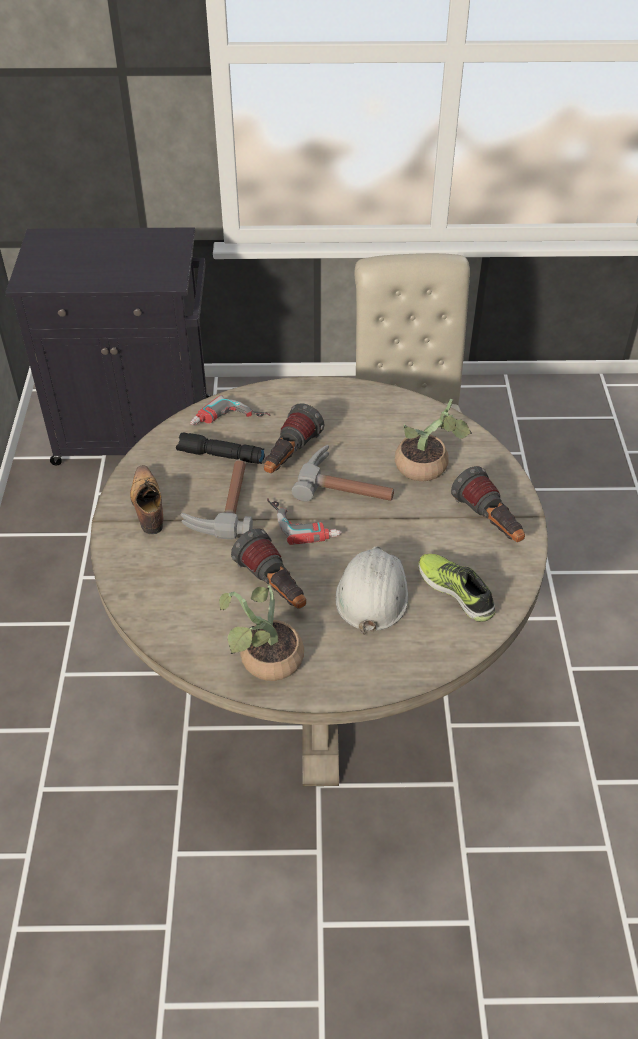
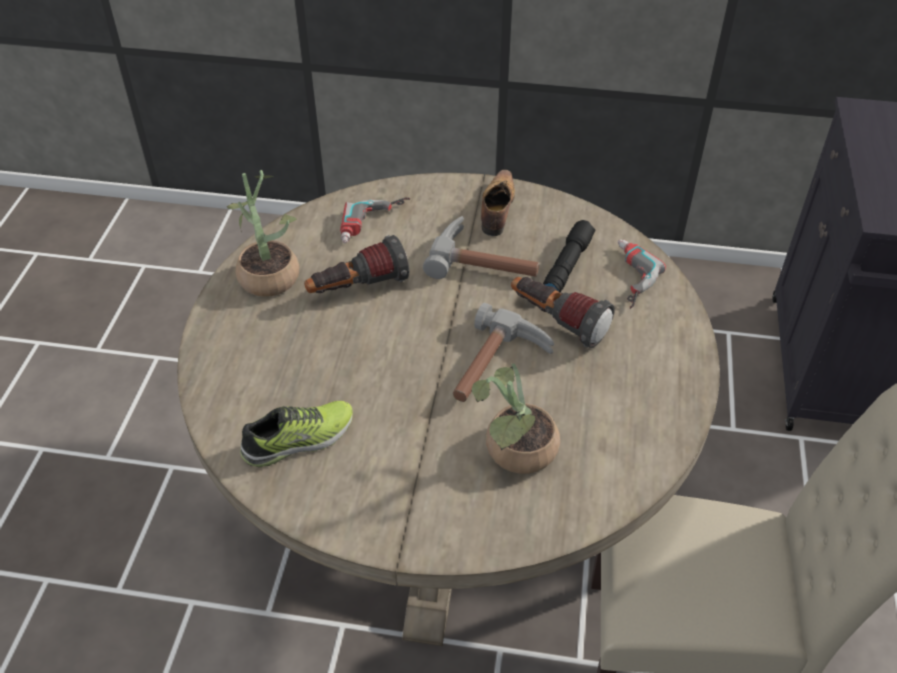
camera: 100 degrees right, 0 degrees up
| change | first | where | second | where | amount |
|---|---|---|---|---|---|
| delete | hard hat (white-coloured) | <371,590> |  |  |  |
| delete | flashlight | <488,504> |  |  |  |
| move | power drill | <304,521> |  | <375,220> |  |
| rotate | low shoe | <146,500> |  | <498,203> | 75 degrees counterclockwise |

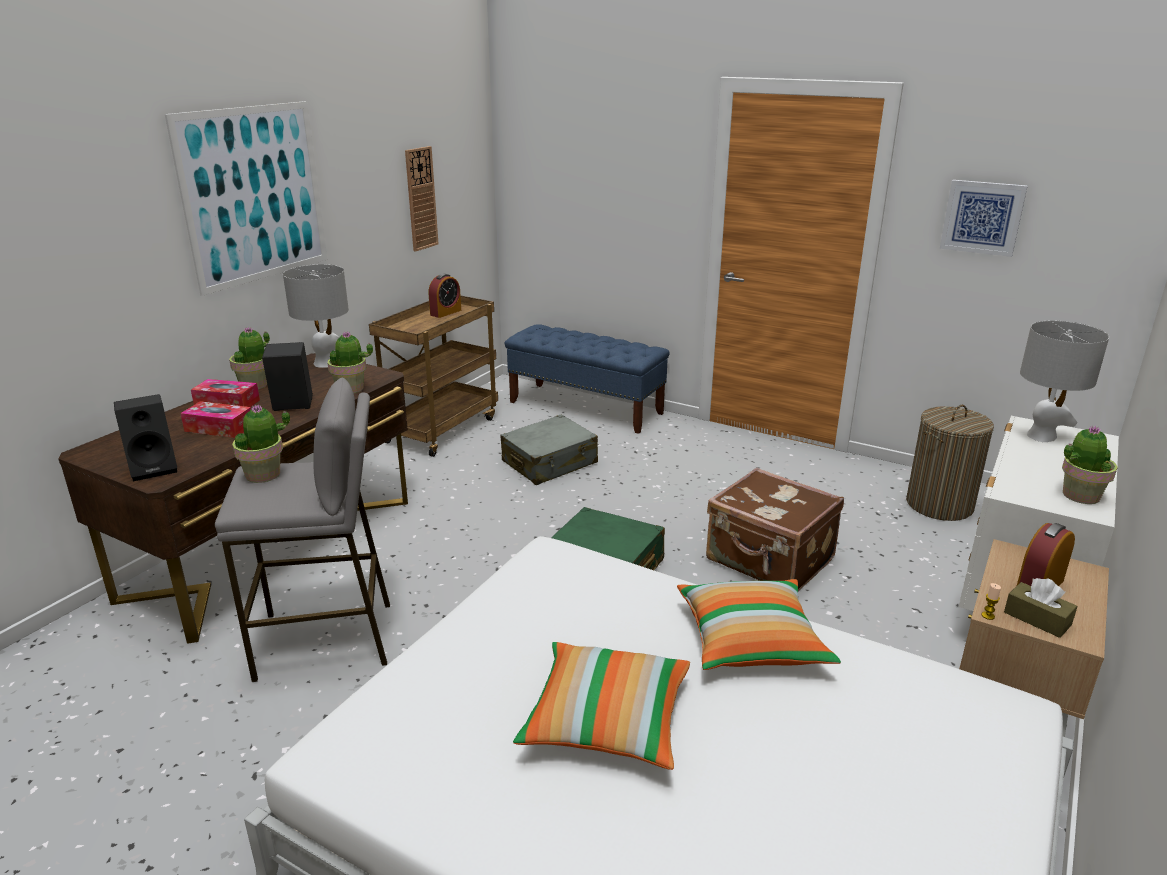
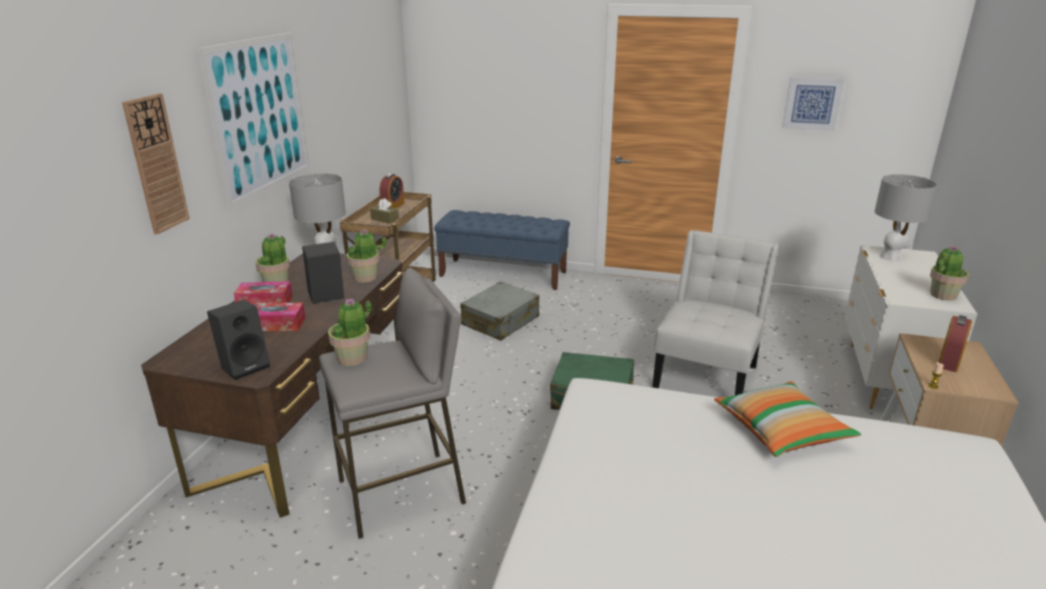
camera: 15 degrees left, 0 degrees up
| change | first | where | second | where | amount |
|---|---|---|---|---|---|
| delete | cushion | <601,706> |  |  |  |
| delete | laundry basket | <950,463> |  |  |  |
| move | hanging clock | <422,199> |  | <156,163> |  |
| move | box of tissues (brown-coloured) | <1041,608> |  | <384,211> |  |
| replace | travel case (brown-coloured) | <775,530> | chair (white-coloured) | <715,312> |  |

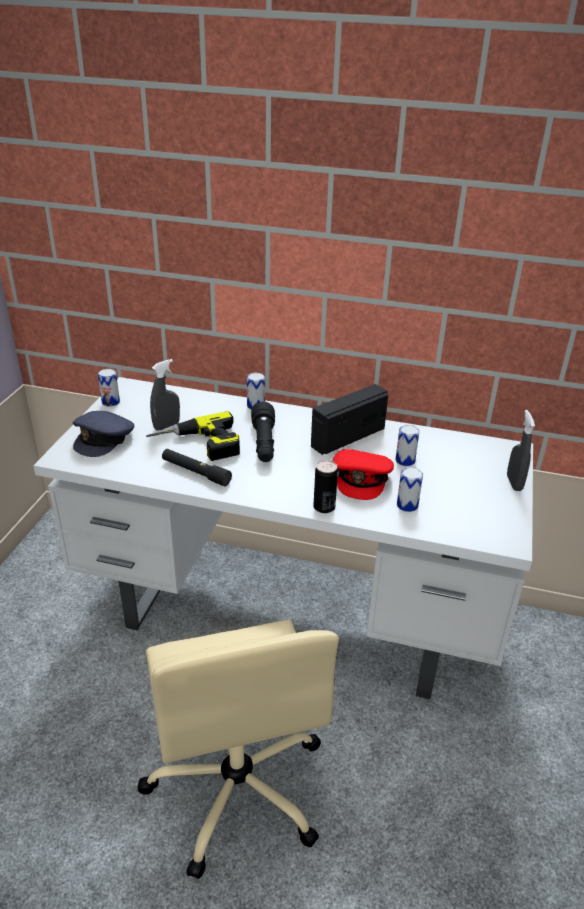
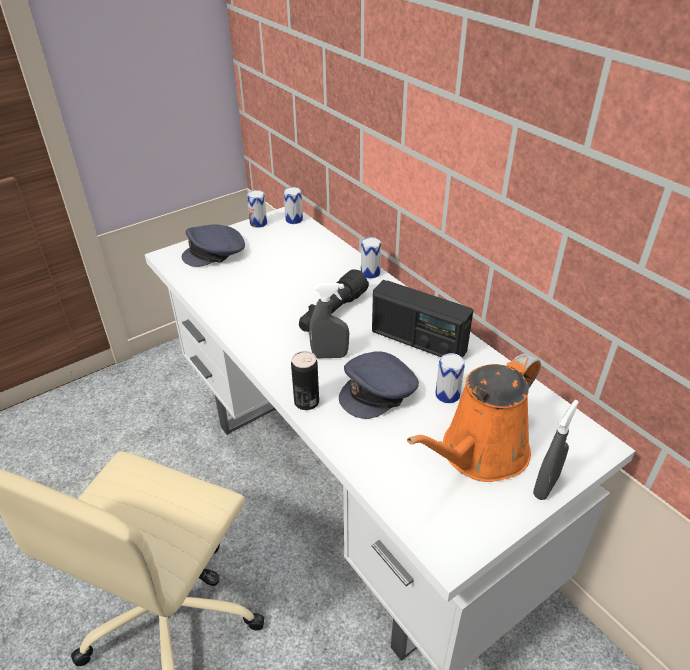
camera: 40 degrees right, 5 degrees up
| change | first | where | second | where | amount |
|---|---|---|---|---|---|
| delete | power drill | <193,436> |  |  |  |
| delete | flashlight (black-coloured) | <197,467> |  |  |  |
| insert |  |  | watering pot (orange-coloured) | <474,417> |  |
| move | spray bottle (greyish) | <165,395> |  | <329,320> |  |
| move | metal can | <410,489> |  | <293,205> |  |
| recolor | peaked cap (red-coloured) | <363,474> | peaked cap (greyish) | <379,385> |  |
| rotate | radio | <349,419> |  | <422,319> | 150 degrees counterclockwise |

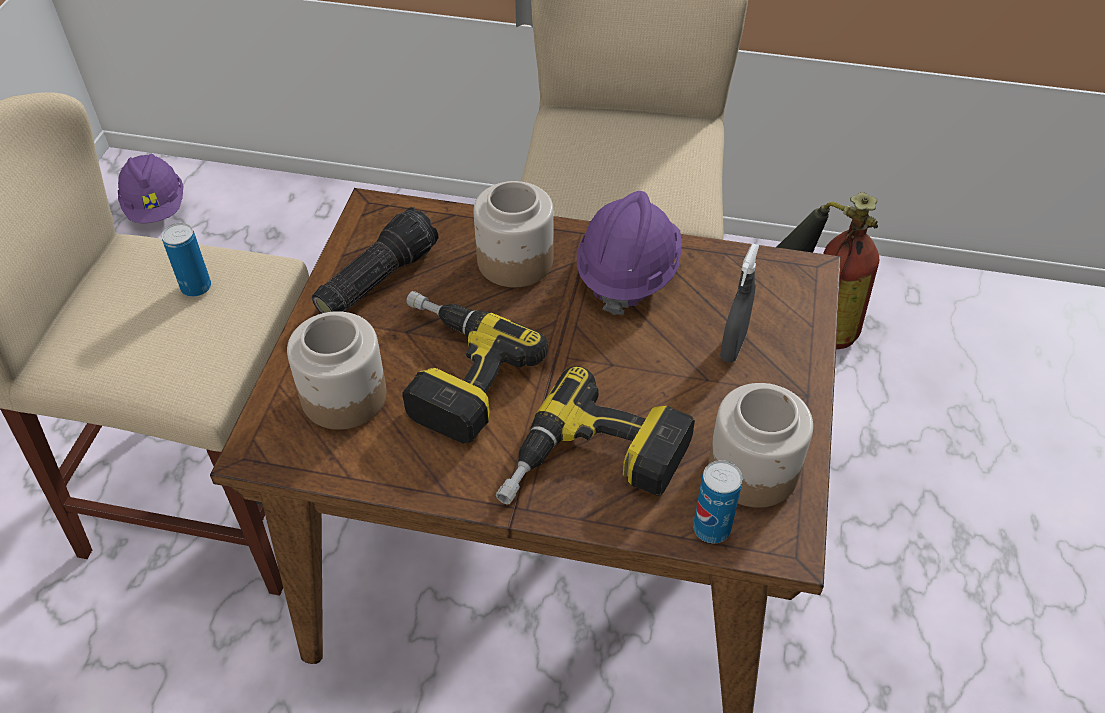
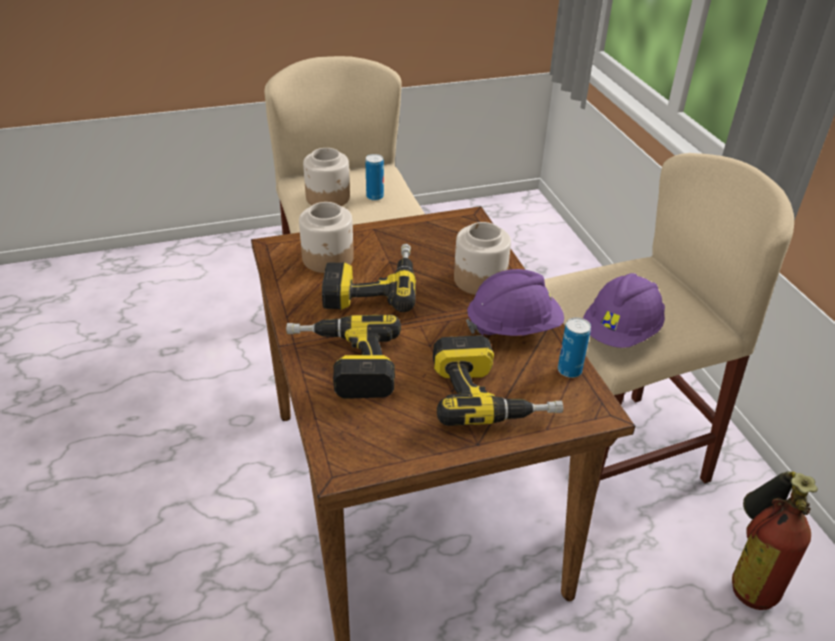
camera: 60 degrees right, 10 degrees down
| change | first | where | second | where | amount |
|---|---|---|---|---|---|
| delete | flashlight | <375,260> |  |  |  |
| move | hard hat (purple) | <150,188> |  | <624,310> |  |
| move | metal can | <717,501> |  | <574,347> |  |
| move | jar | <760,445> |  | <326,177> |  |
| replace | spray bottle (greyish) | <739,303> | power drill | <498,380> |  |

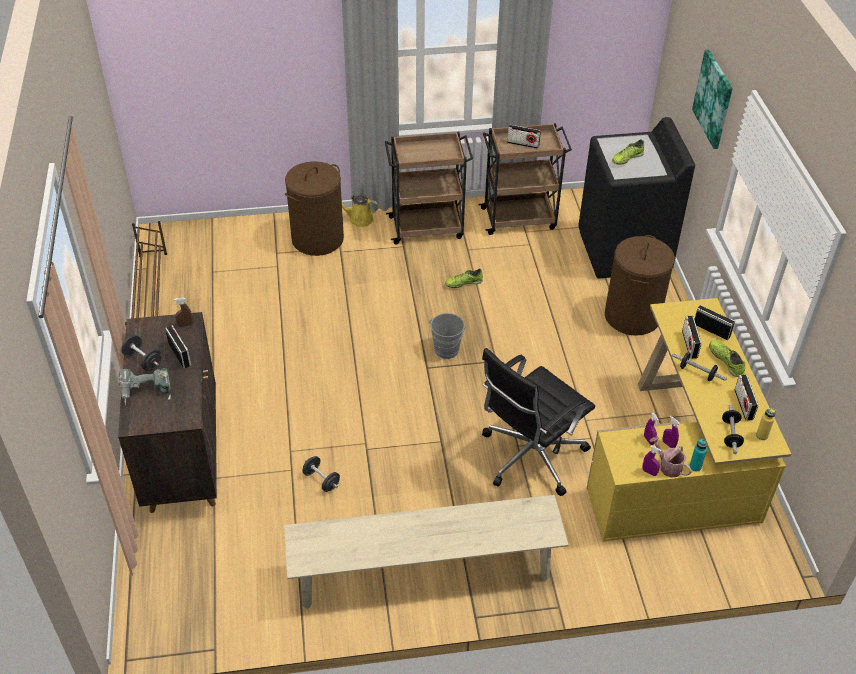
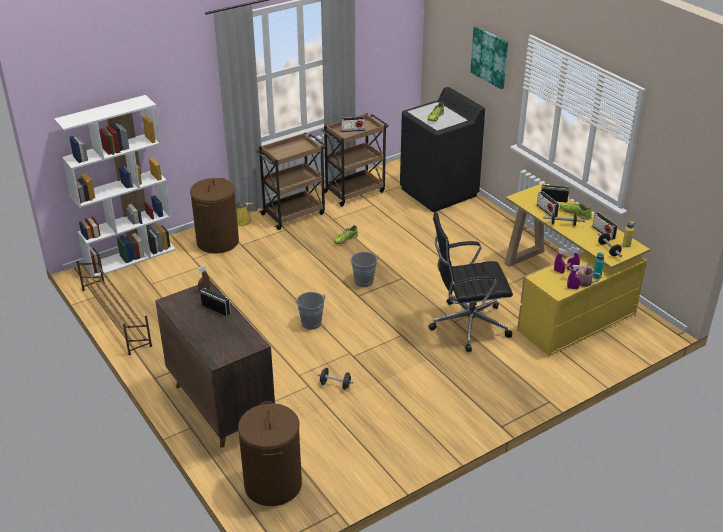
camera: 25 degrees left, 10 degrees down
| change | first | where | second | where | amount |
|---|---|---|---|---|---|
| delete | power drill | <145,386> |  |  |  |
| delete | dumbbell (black-coloured) | <141,353> |  |  |  |
| delete | indoor bench (beige) | <426,552> |  |  |  |
| insert |  |  | bookcase (white-coloured) | <115,186> |  |
| insert |  |  | bucket (greyish) | <310,311> |  |
| move | laundry basket (brown-coloured) | <640,285> |  | <270,453> |  |
| rotate | office chair (black-coloured) | <538,422> |  | <470,281> | 60 degrees clockwise |

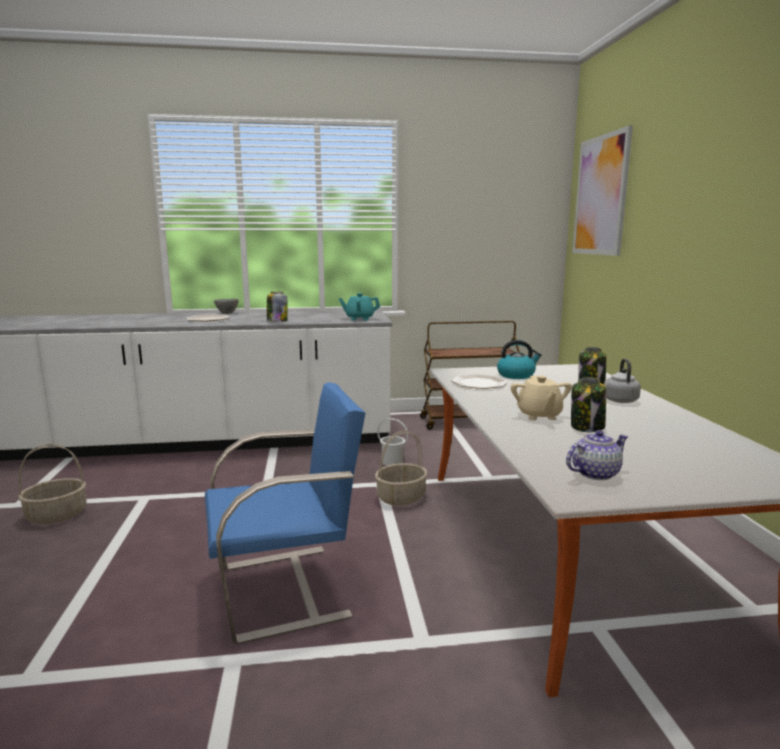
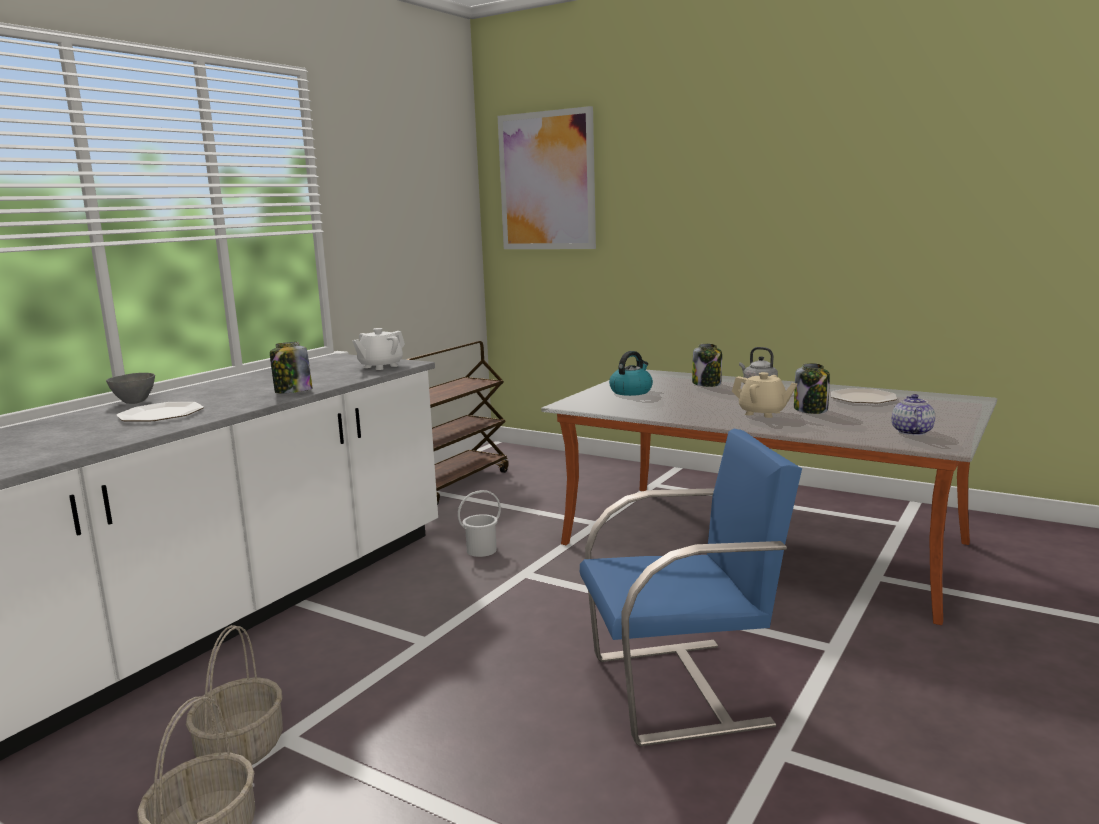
camera: 50 degrees left, 0 degrees up
| change | first | where | second | where | amount |
|---|---|---|---|---|---|
| move | basket | <401,468> |  | <234,695> |  |
| move | plate | <479,381> |  | <864,395> |  |
| recolor | pot for tea (turquoise-coloured) | <359,307> | pot for tea (white-coloured) | <378,349> |  |
| rotate | chair (bluish) | <285,513> |  | <691,587> | 60 degrees clockwise |

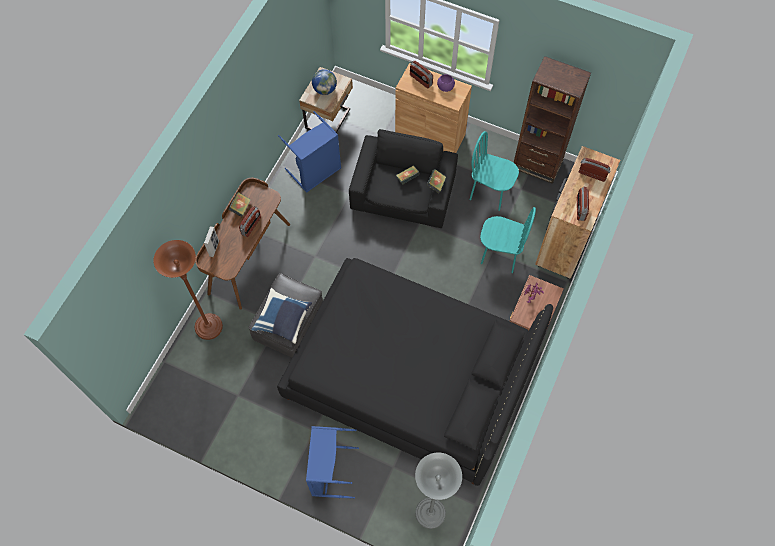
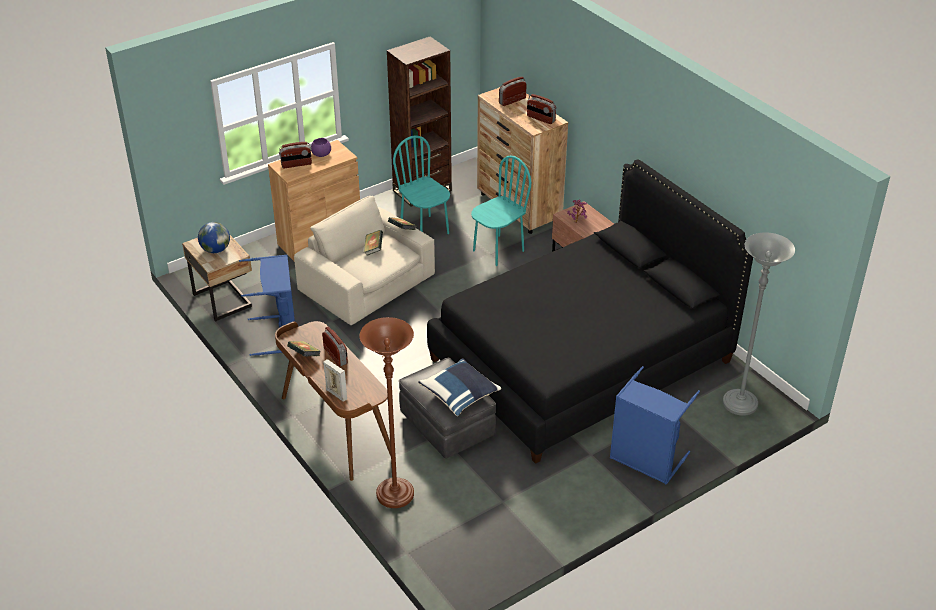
camera: 60 degrees left, 25 degrees down
| change | first | where | second | where | amount |
|---|---|---|---|---|---|
| recolor | lounge chair (black-coloured) | <403,178> | lounge chair (beige) | <364,260> |  |
| rotate | chair (turquoise-coloured) | <494,171> |  | <421,185> | 90 degrees clockwise |

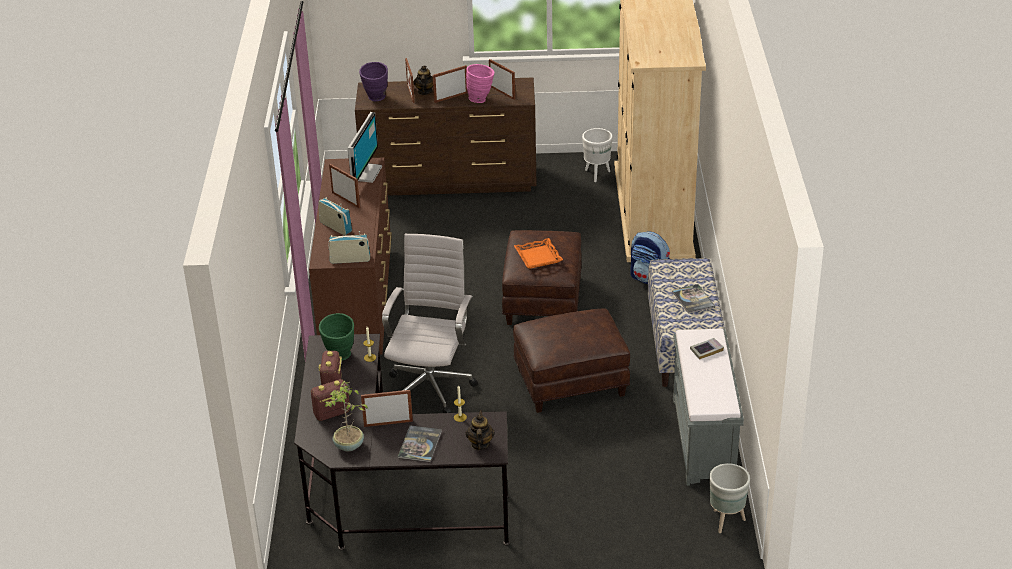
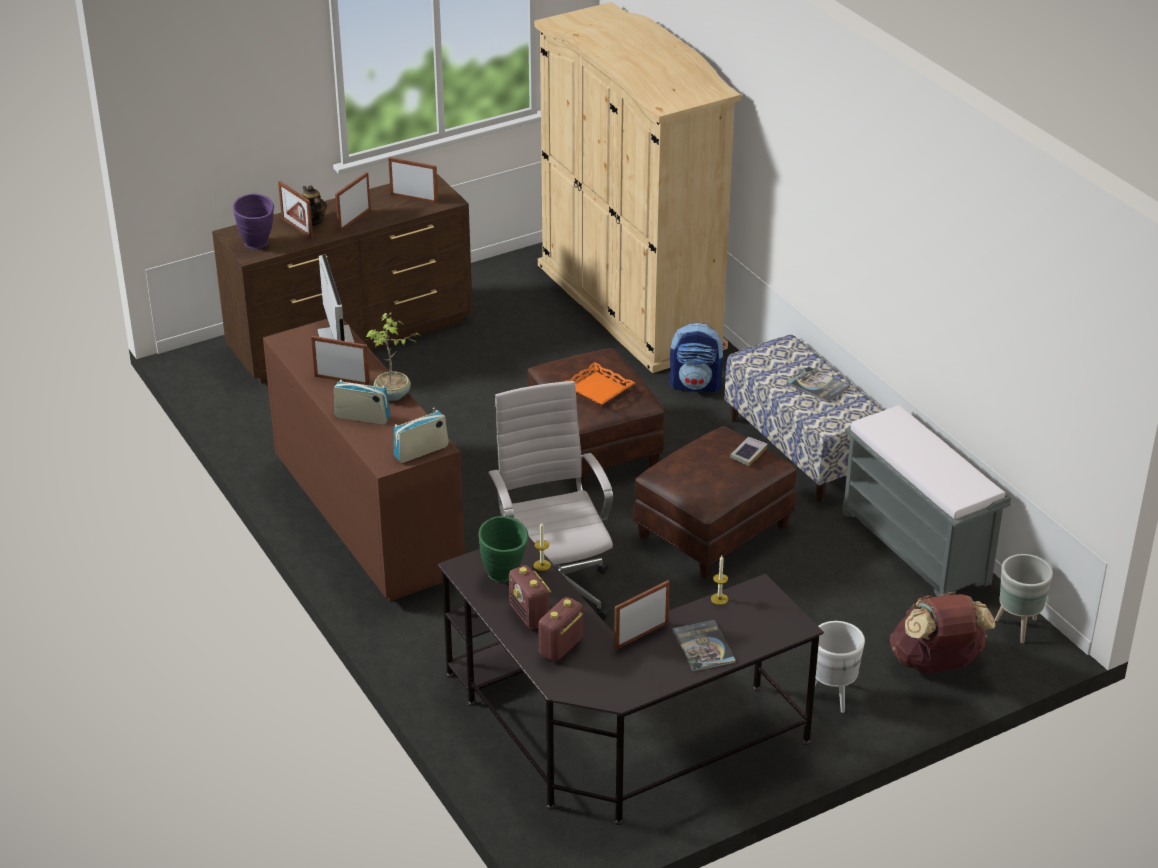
camera: 30 degrees left, 0 degrees up
| change | first | where | second | where | amount |
|---|---|---|---|---|---|
| delete | vase (pinkish) | <480,83> |  |  |  |
| delete | pot for tea | <480,430> |  |  |  |
| insert |  |  | rucksack (brown-coloured) | <943,632> |  |
| move | plant in a pot | <346,416> |  | <393,357> |  |
| move | planter (white-coloured) | <597,155> |  | <840,667> |  |
| move | volume | <707,349> |  | <749,451> |  |

